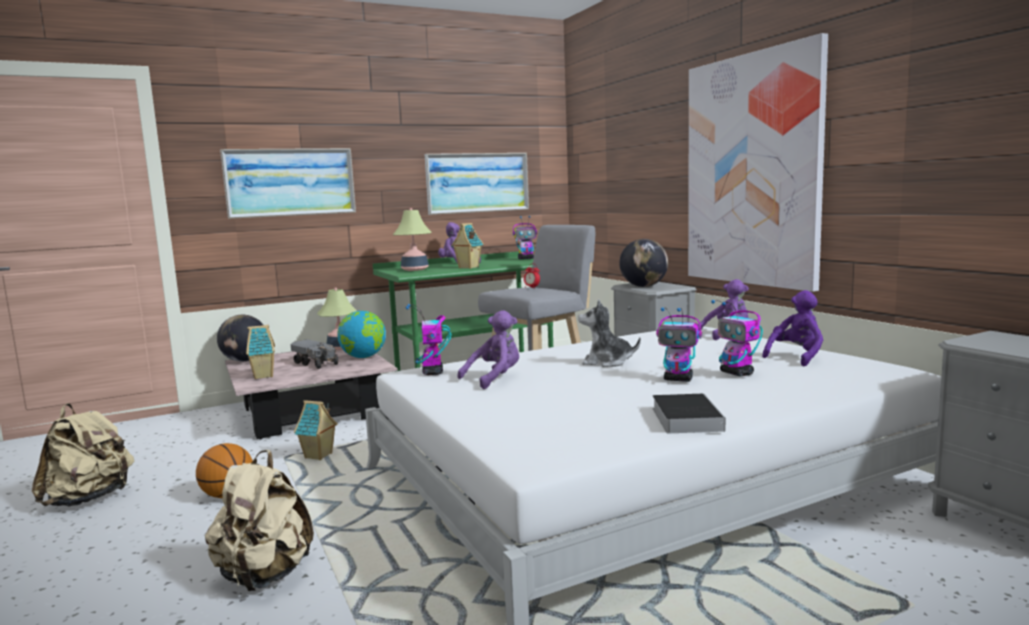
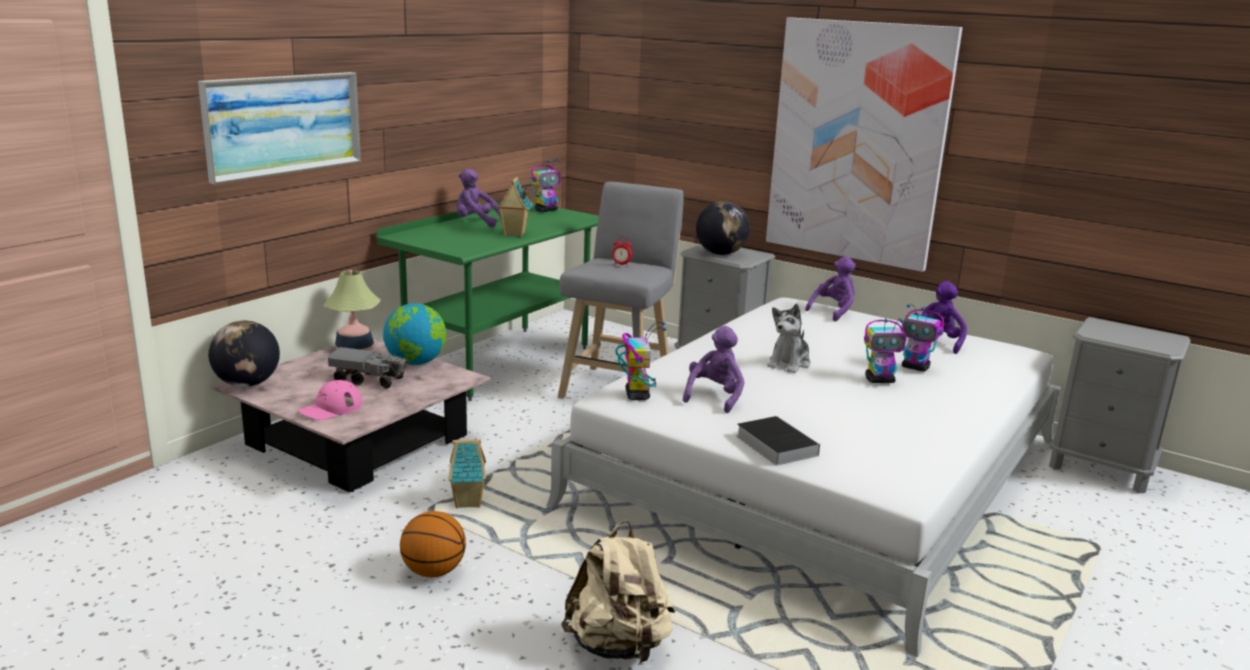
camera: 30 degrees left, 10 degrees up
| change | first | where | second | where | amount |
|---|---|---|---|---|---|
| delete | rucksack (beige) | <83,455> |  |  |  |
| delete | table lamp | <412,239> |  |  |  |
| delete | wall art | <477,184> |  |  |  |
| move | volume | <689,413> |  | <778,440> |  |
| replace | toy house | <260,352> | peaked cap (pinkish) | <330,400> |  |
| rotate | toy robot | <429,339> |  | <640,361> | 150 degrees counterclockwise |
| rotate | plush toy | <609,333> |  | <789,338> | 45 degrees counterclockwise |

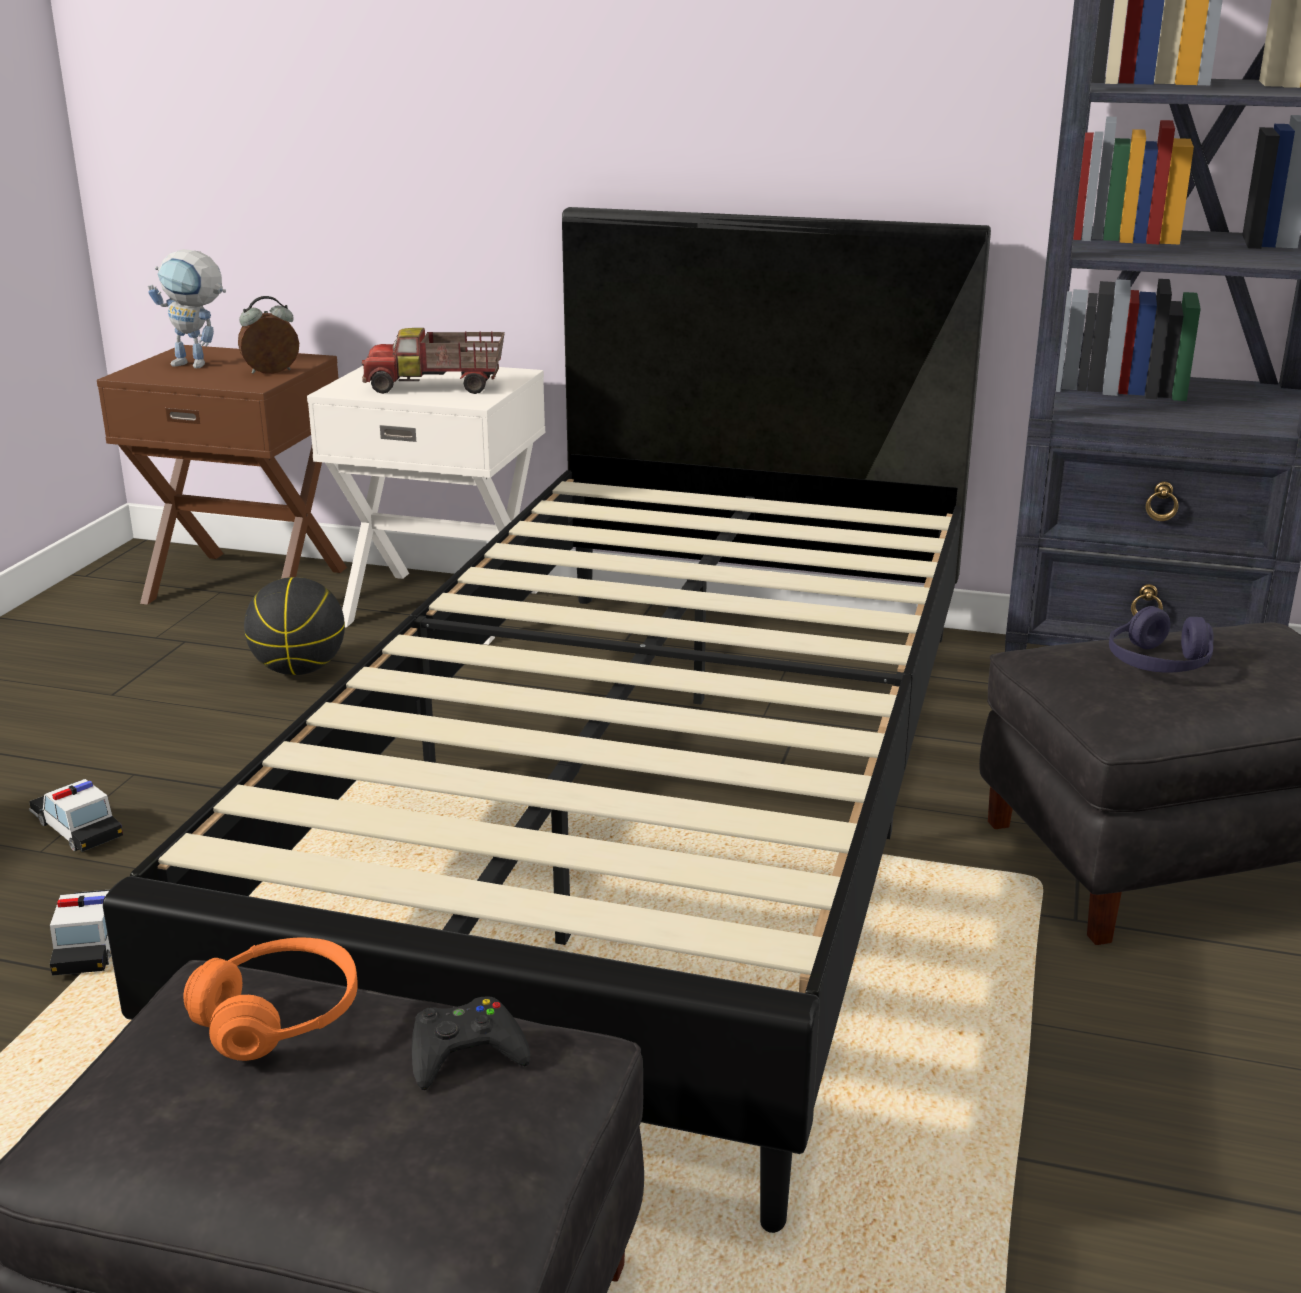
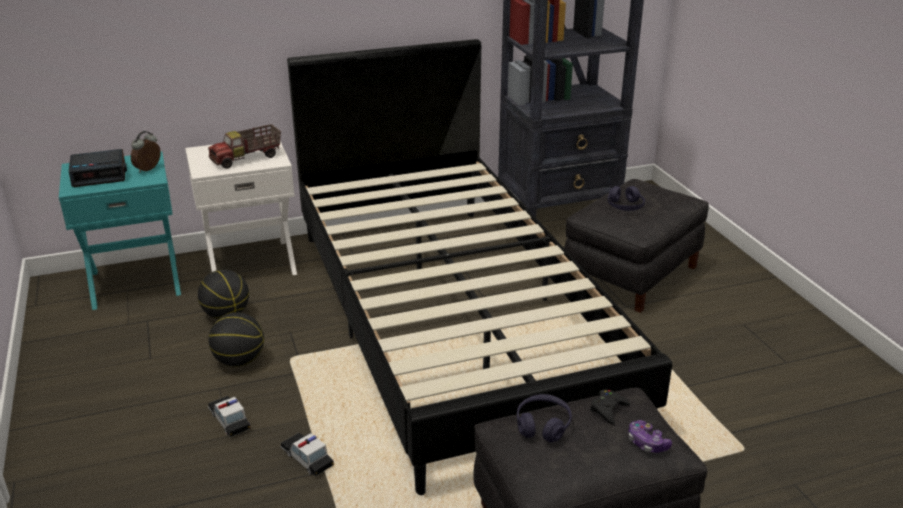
camera: 35 degrees left, 5 degrees up
| change | first | where | second | where | amount |
|---|---|---|---|---|---|
| insert |  |  | ball for basketball | <236,339> |  |
| insert |  |  | joypad | <650,436> |  |
| replace | toy robot | <187,308> | bedside clock | <98,168> |  |
| recolor | night table (brown-coloured) | <222,475> | night table (turquoise-coloured) | <120,231> |  |
| recolor | headset (orange-coloured) | <271,999> | headset (purple) | <544,418> |  |
| rotate | model car | <76,815> |  | <229,416> | 45 degrees clockwise |

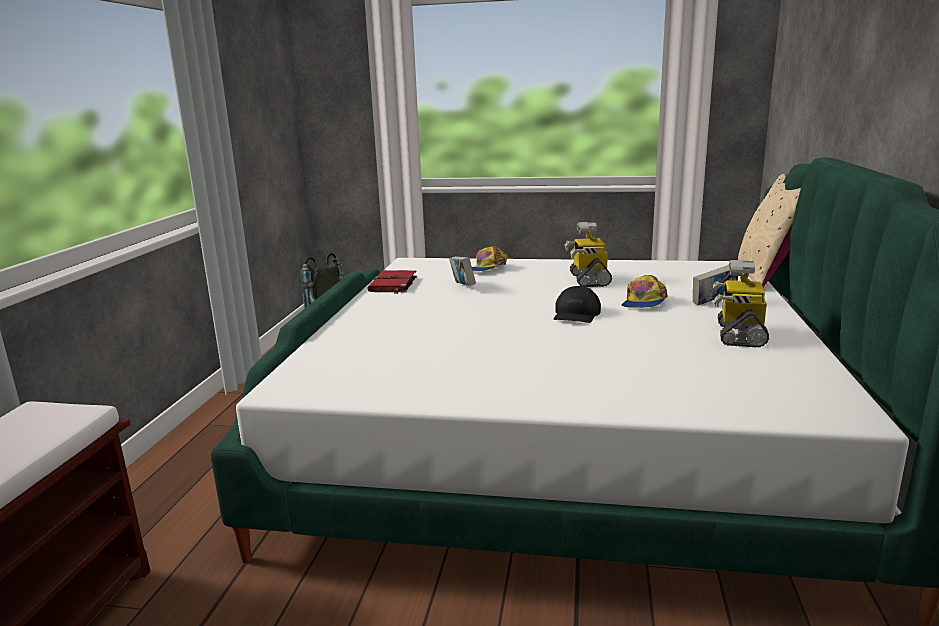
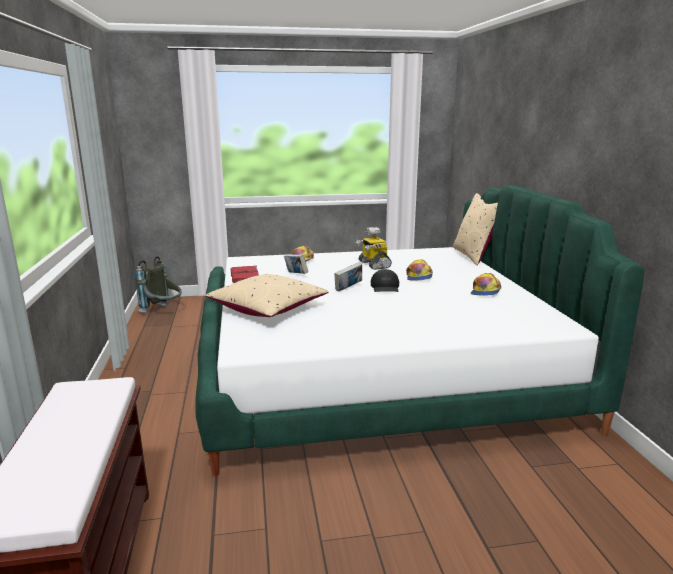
camera: 20 degrees left, 0 degrees up
| change | first | where | second | where | amount |
|---|---|---|---|---|---|
| insert |  |  | cushion (beige) | <266,295> |  |
| move | volume | <715,285> |  | <348,277> |  |
| replace | toy robot | <740,303> | peaked cap | <486,284> |  |

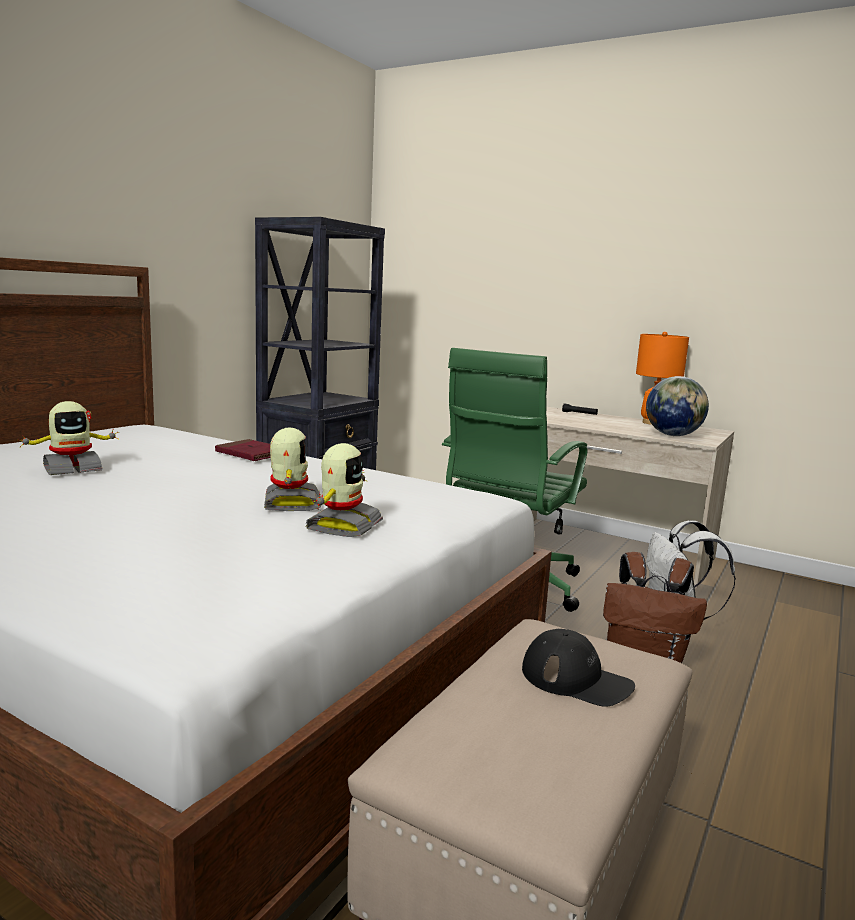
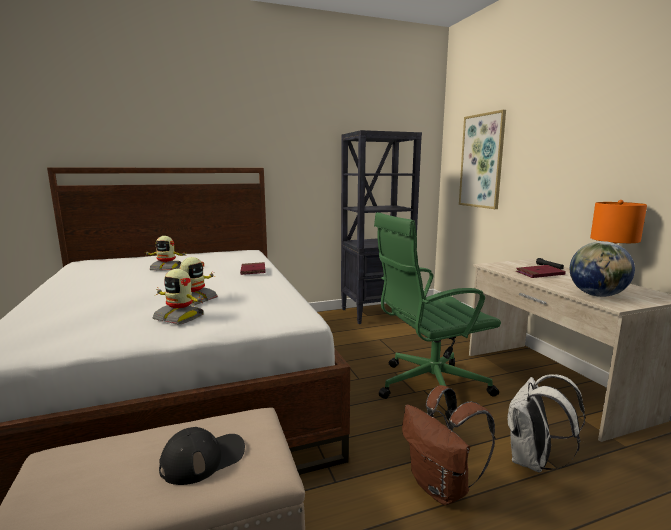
camera: 40 degrees right, 0 degrees up
| change | first | where | second | where | amount |
|---|---|---|---|---|---|
| insert |  |  | wall art | <482,159> |  |
| insert |  |  | volume (red-coloured) | <541,271> |  |
| rotate | toy robot | <344,490> |  | <178,297> | 60 degrees clockwise |
| rotate | peaked cap (black-coloured) | <578,668> |  | <202,456> | 105 degrees counterclockwise |

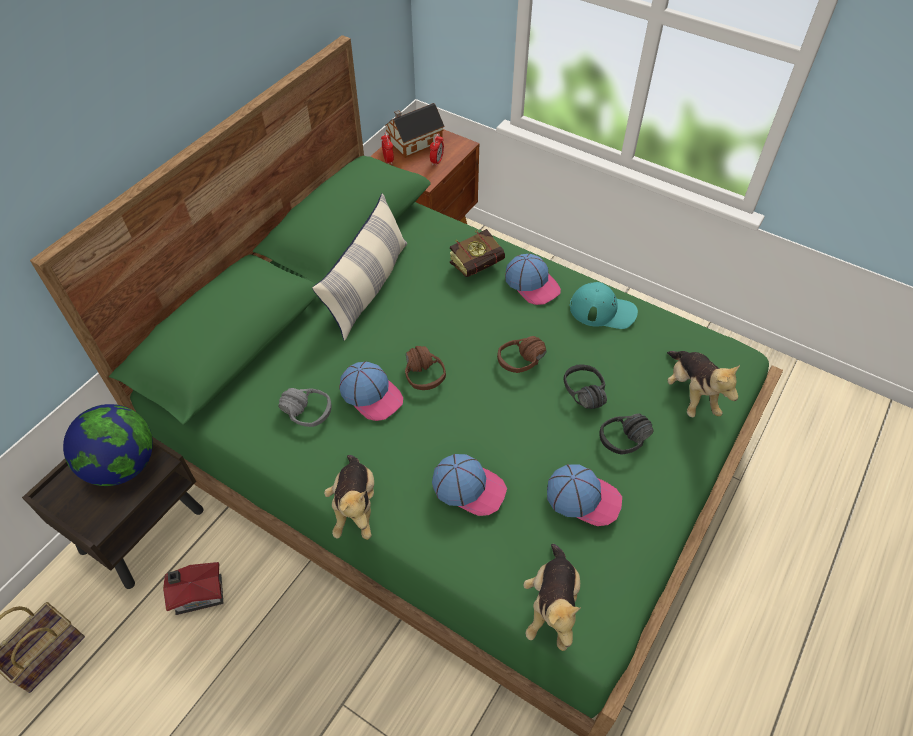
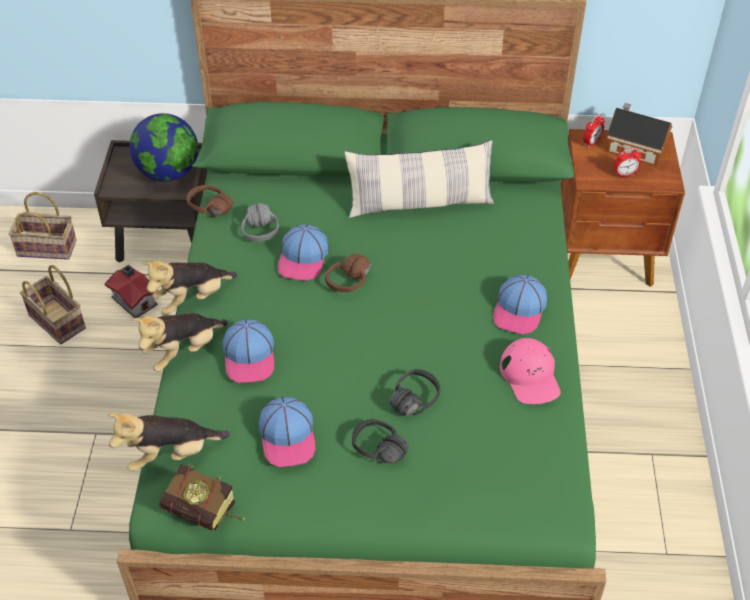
camera: 60 degrees right, 5 degrees down
| change | first | where | second | where | amount |
|---|---|---|---|---|---|
| insert |  |  | basket | <53,304> |  |
| move | volume | <477,253> |  | <202,497> |  |
| move | headset (brown-coloured) | <522,354> |  | <209,201> |  |
| move | plush toy | <703,384> |  | <180,342> |  |
| recolor | peaked cap (turquoise-coloured) | <604,305> | peaked cap (pinkish) | <530,371> |  |

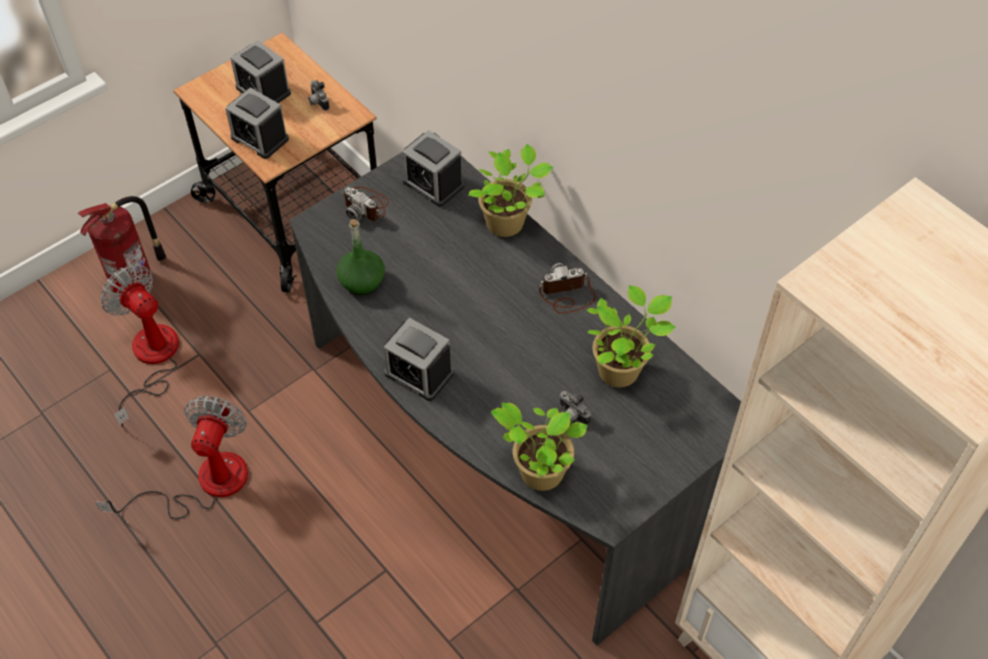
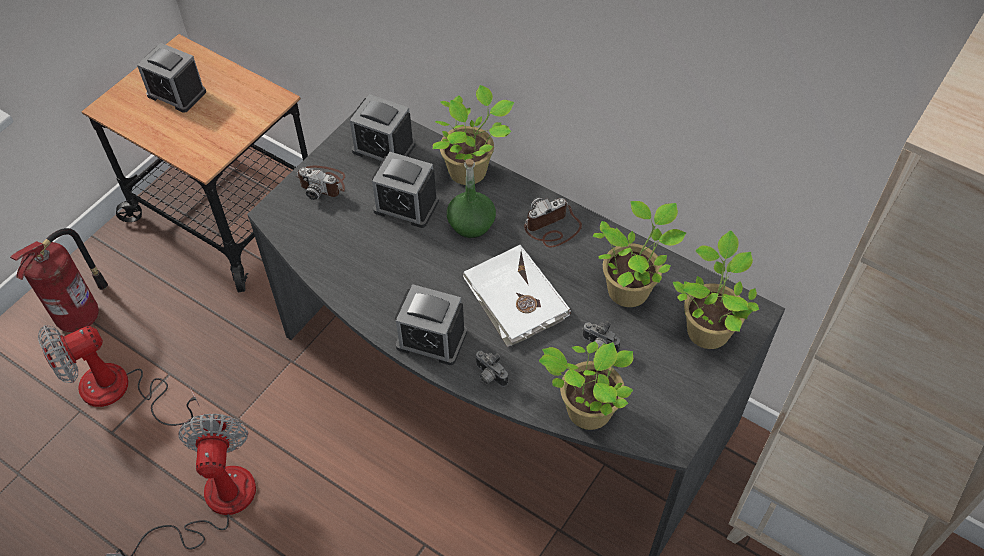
camera: 15 degrees left, 0 degrees up
| change | first | where | second | where | amount |
|---|---|---|---|---|---|
| insert |  |  | volume (white-coloured) | <517,296> |  |
| insert |  |  | plant in a pot | <716,289> |  |
| move | bedside clock | <257,123> |  | <405,190> |  |
| move | photo camera | <319,95> |  | <491,369> |  |
| move | drink bottle (greenish) | <360,257> |  | <471,198> |  |
| rotate | fan | <140,345> |  | <119,375> | 60 degrees counterclockwise |

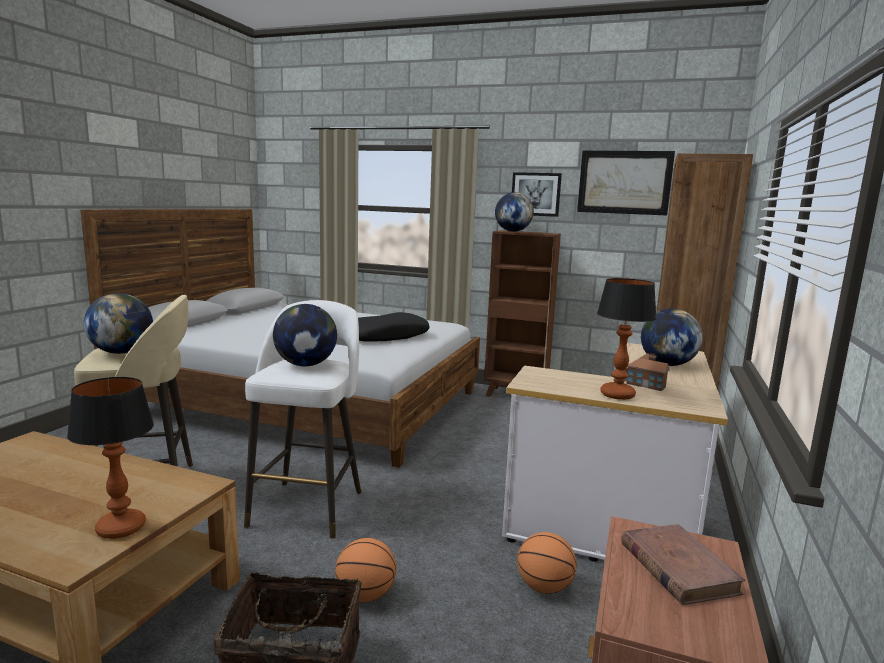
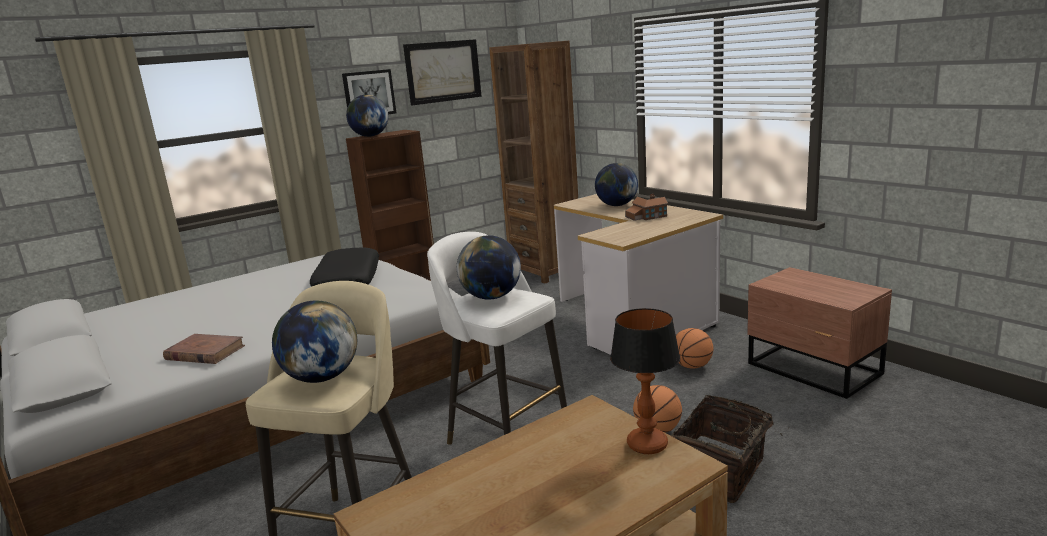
camera: 55 degrees left, 5 degrees up
| change | first | where | second | where | amount |
|---|---|---|---|---|---|
| delete | table lamp | <627,339> |  |  |  |
| move | volume (brown-coloured) | <683,564> |  | <204,349> |  |

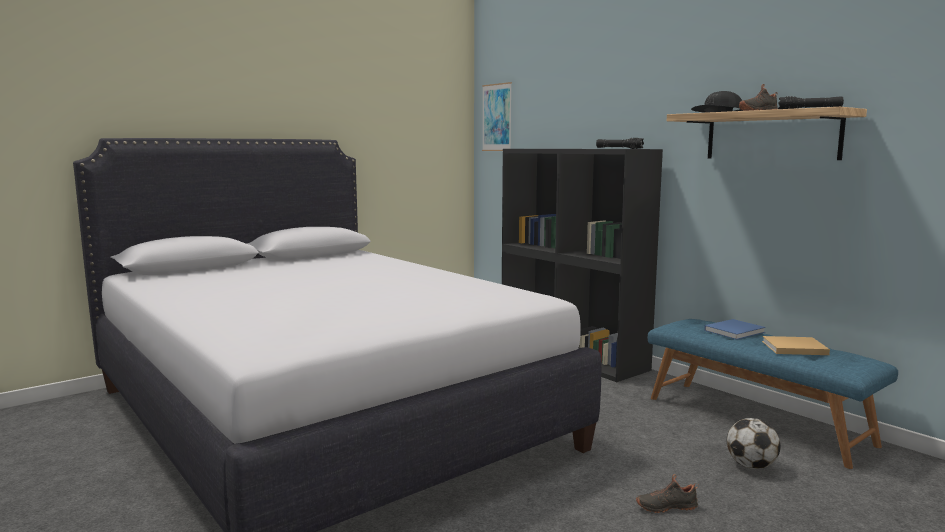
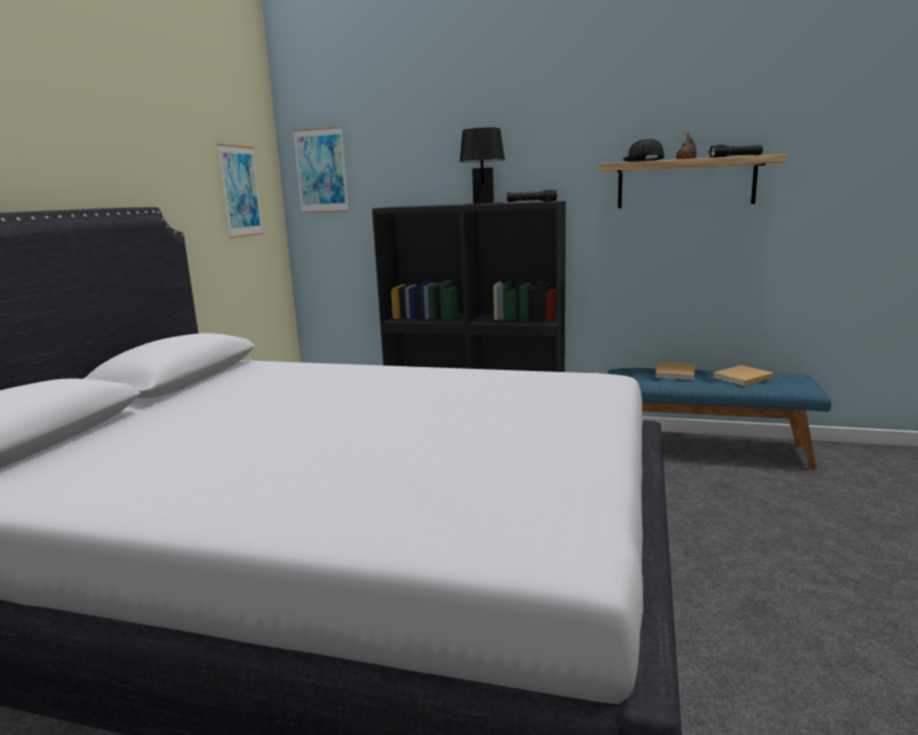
camera: 35 degrees left, 5 degrees up
| change | first | where | second | where | amount |
|---|---|---|---|---|---|
| delete | low shoe (black-coloured) | <667,493> |  |  |  |
| delete | football | <754,443> |  |  |  |
| insert |  |  | wall art | <240,191> |  |
| insert |  |  | table lamp (black-coloured) | <482,166> |  |
| recolor | volume (bluish) | <735,329> | volume (beige) | <675,371> |  |

